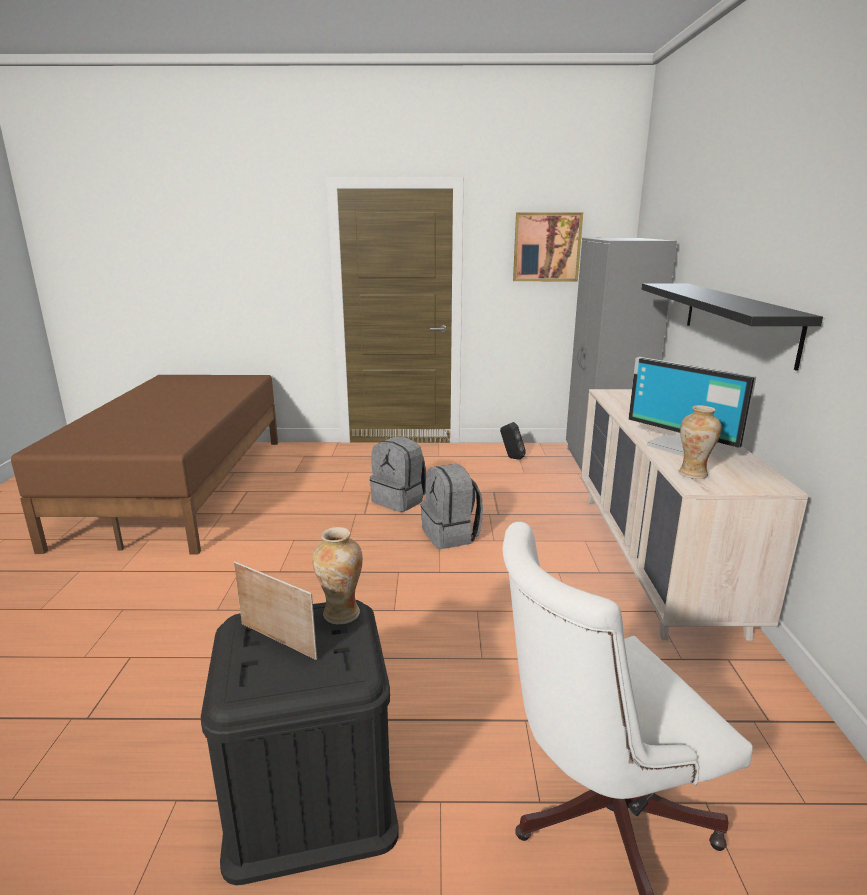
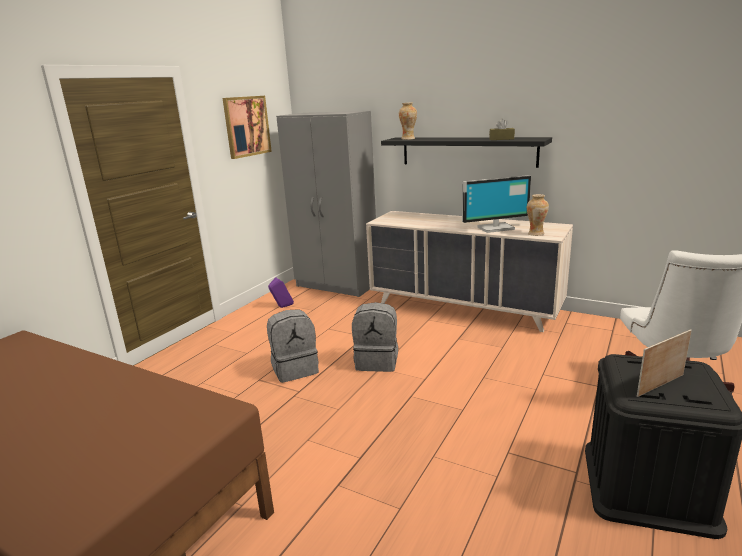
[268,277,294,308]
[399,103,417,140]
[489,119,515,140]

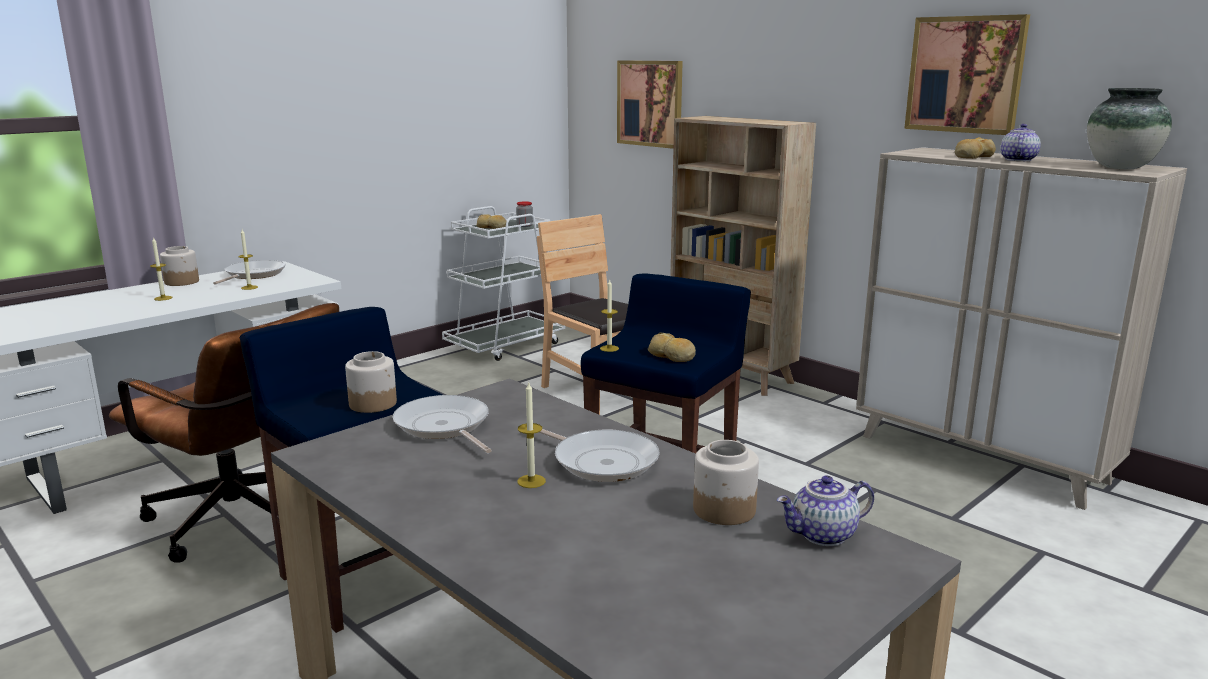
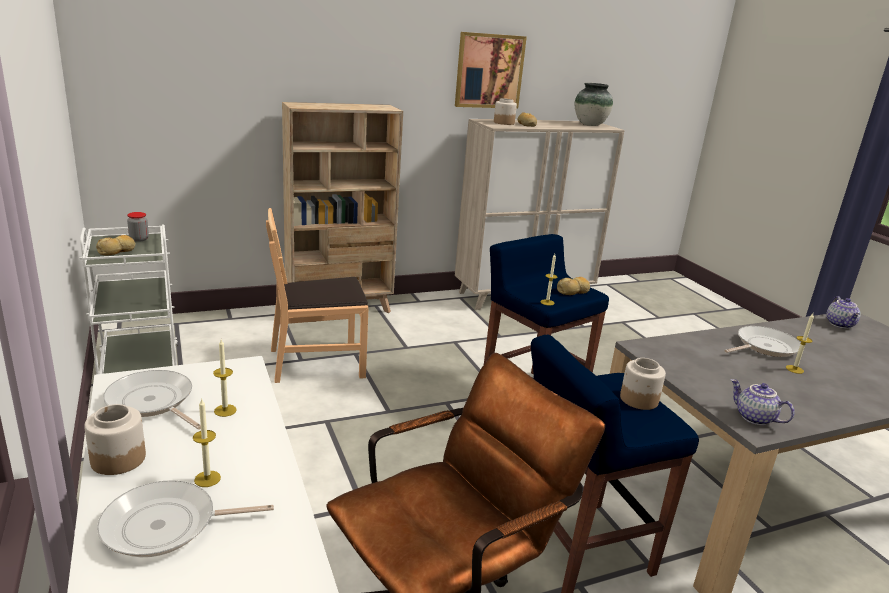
[97,480,274,557]
[494,98,517,125]
[731,379,794,425]
[617,60,683,149] (first image)

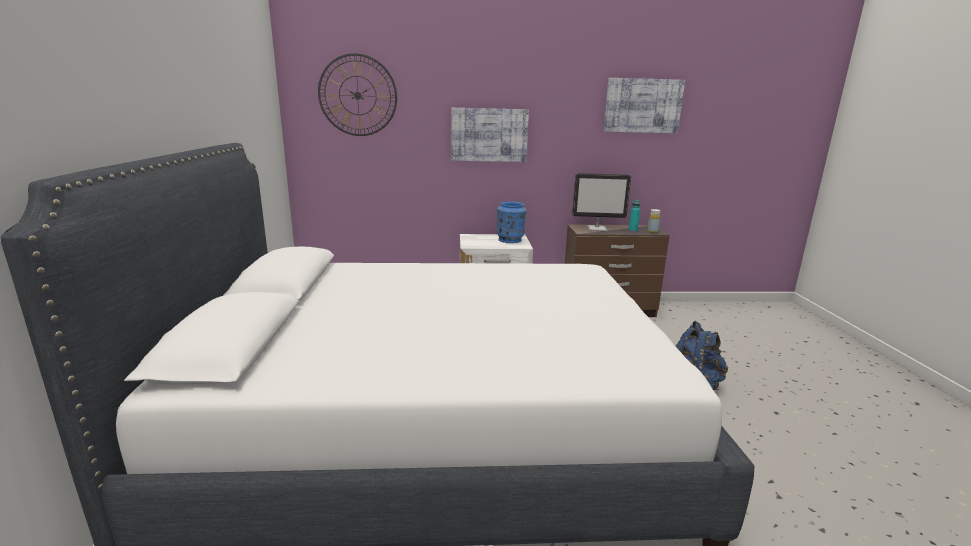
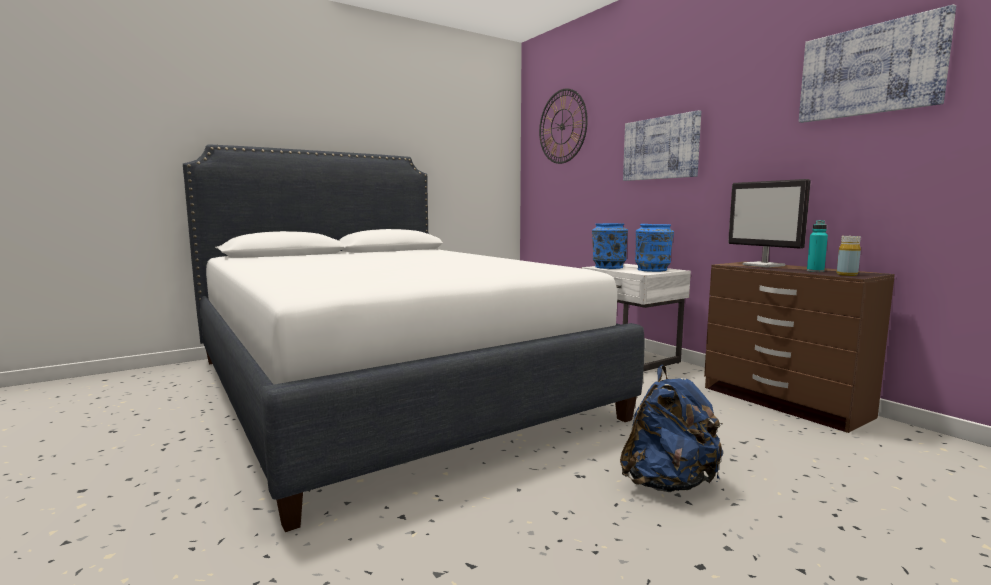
[592,223,628,269]

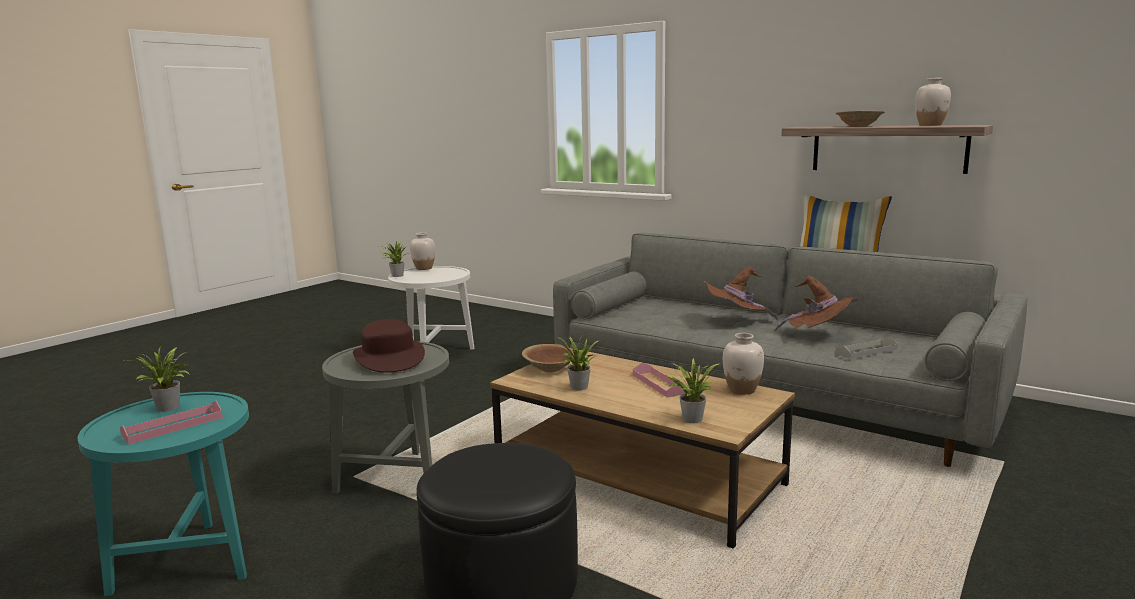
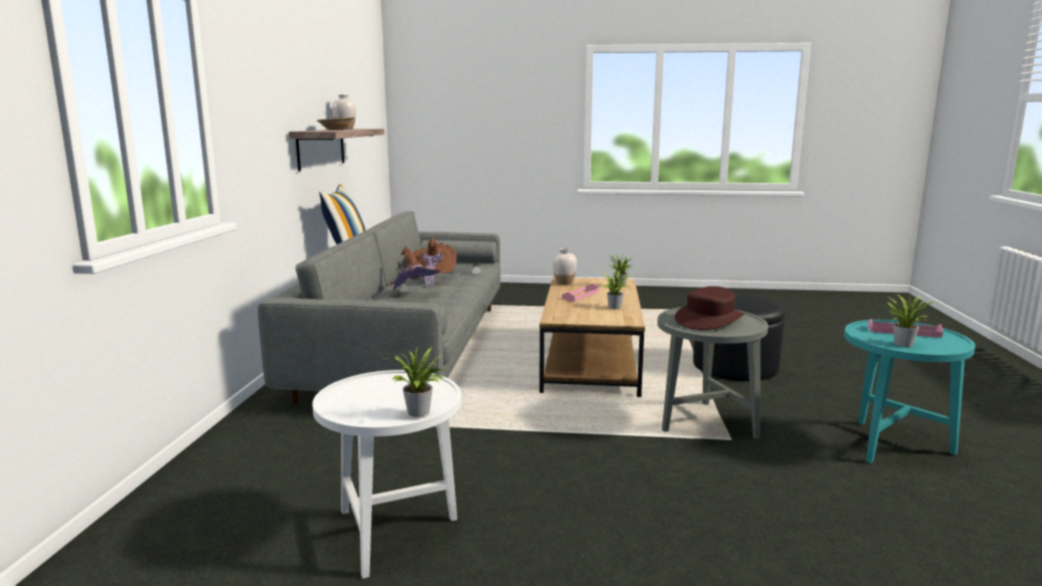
[410,232,435,270] (first image)
[522,344,574,372] (first image)

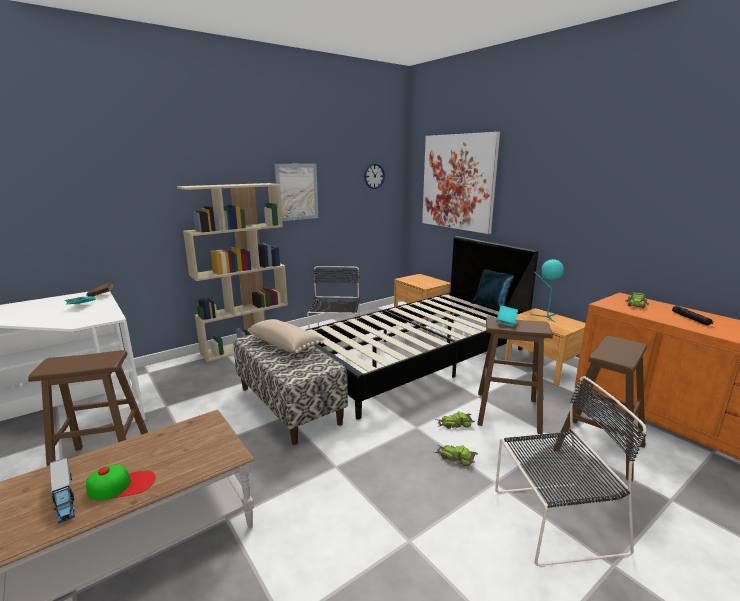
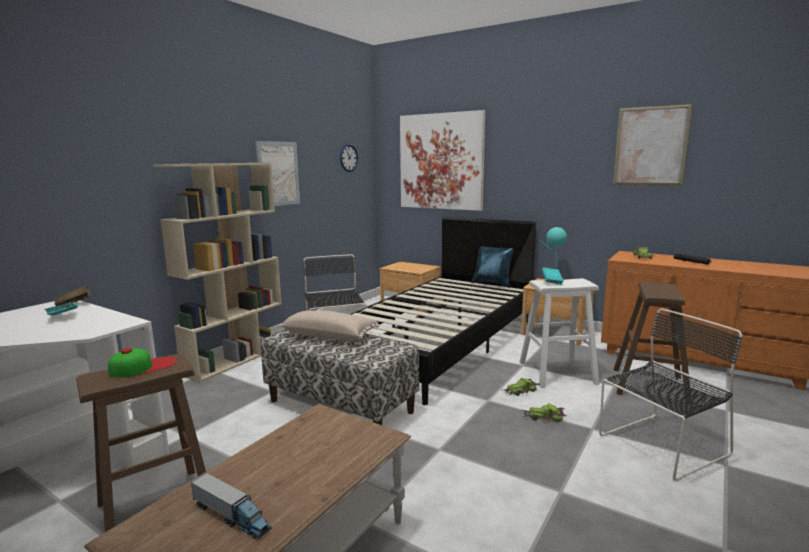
[108,348,177,378]
[520,278,599,388]
[613,104,693,186]

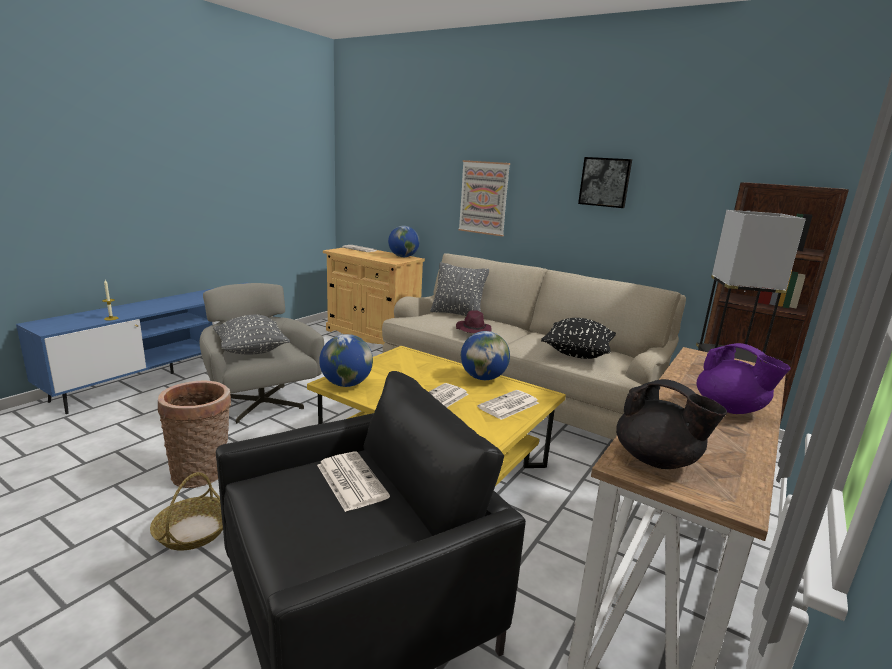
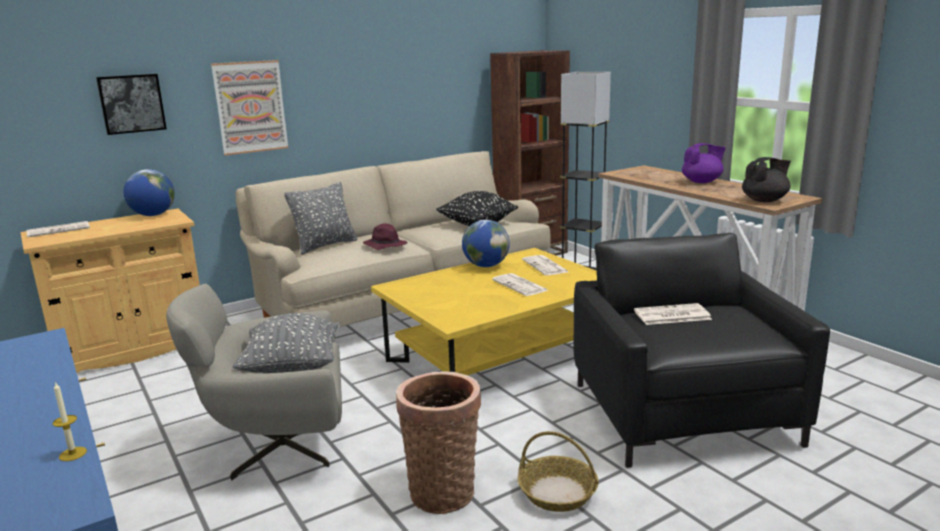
[96,74,167,135]
[319,334,373,387] (first image)

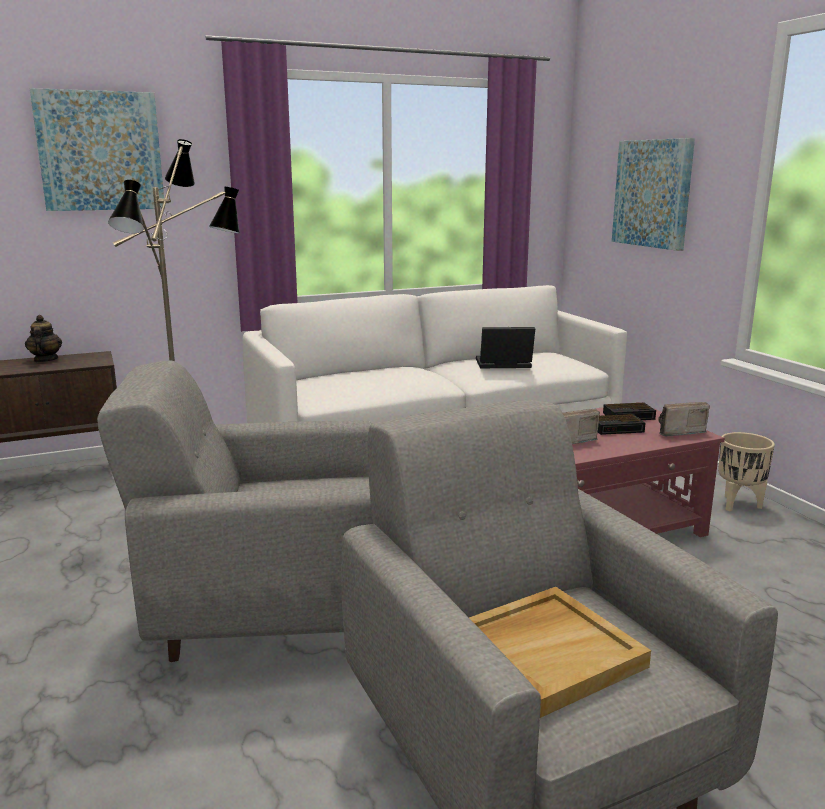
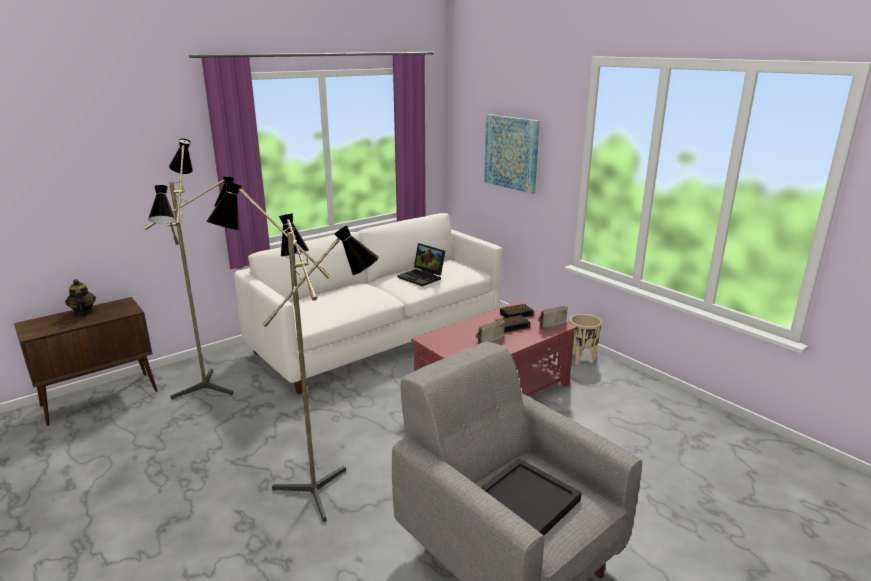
[206,181,379,522]
[397,243,445,287]
[480,458,582,536]
[30,88,164,211] (first image)

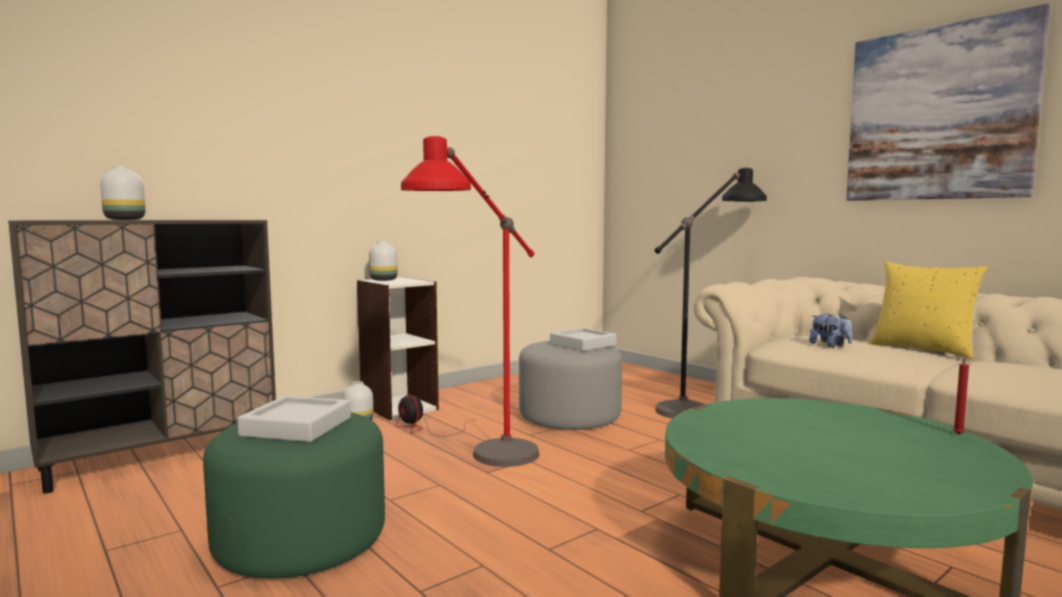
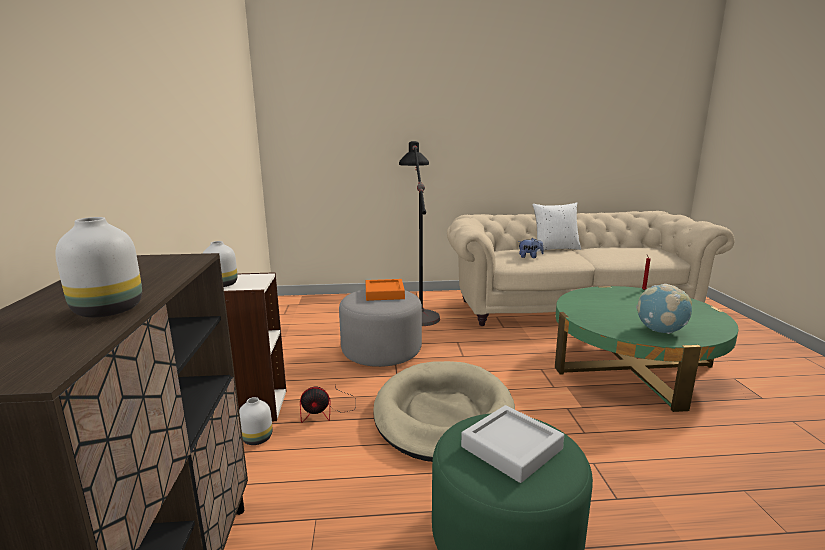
[366,279,405,301]
[373,361,515,462]
[532,202,581,251]
[636,284,692,334]
[846,4,1050,201] (first image)

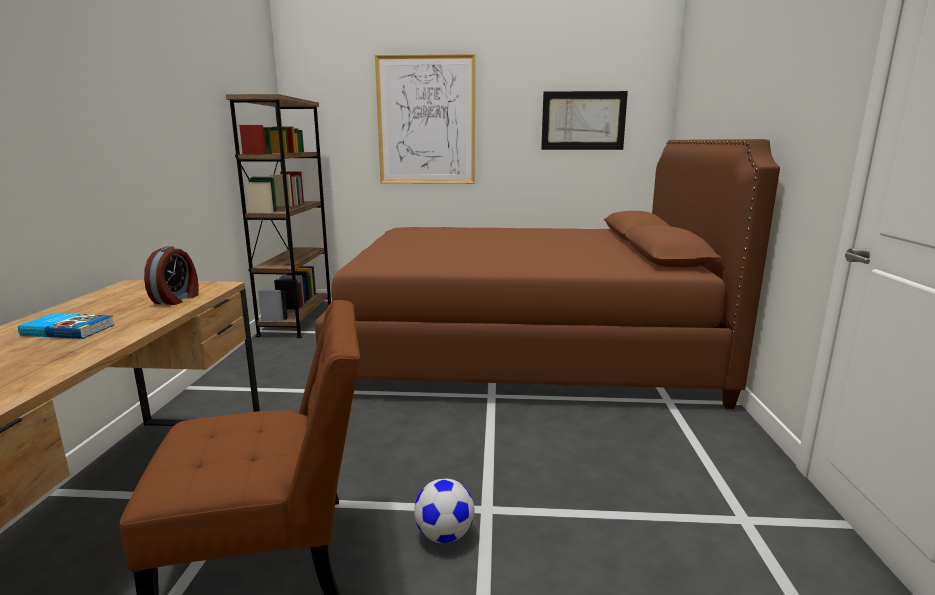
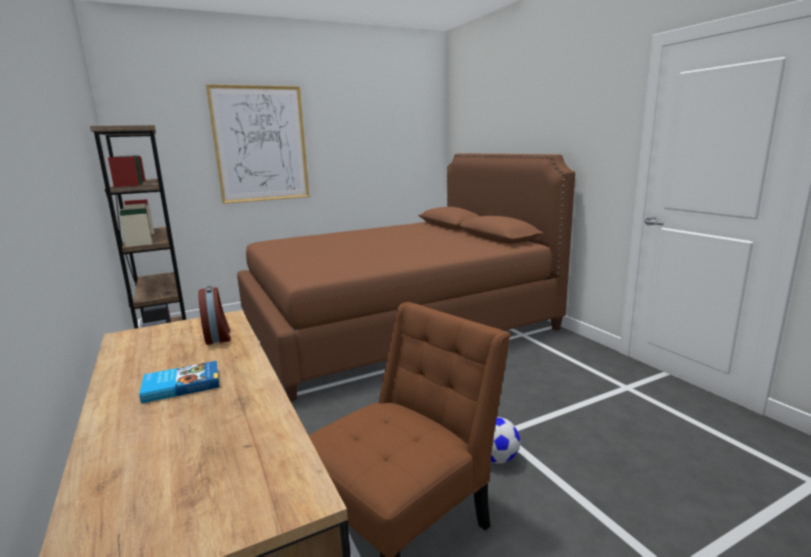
[541,91,628,150] (first image)

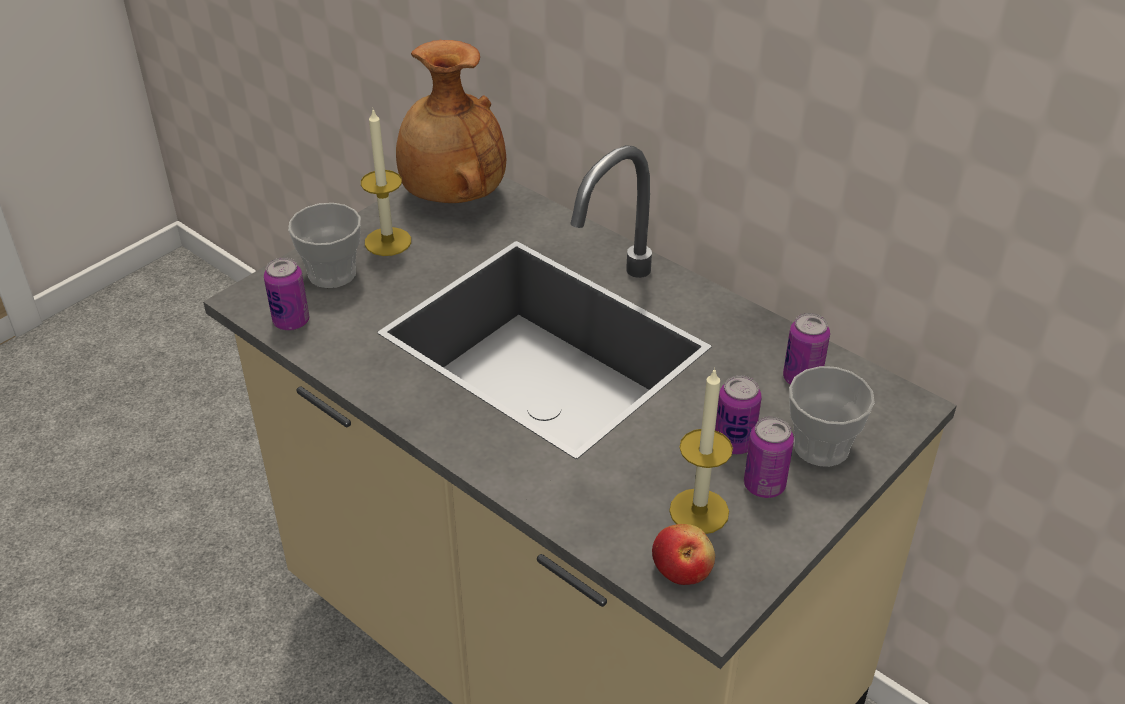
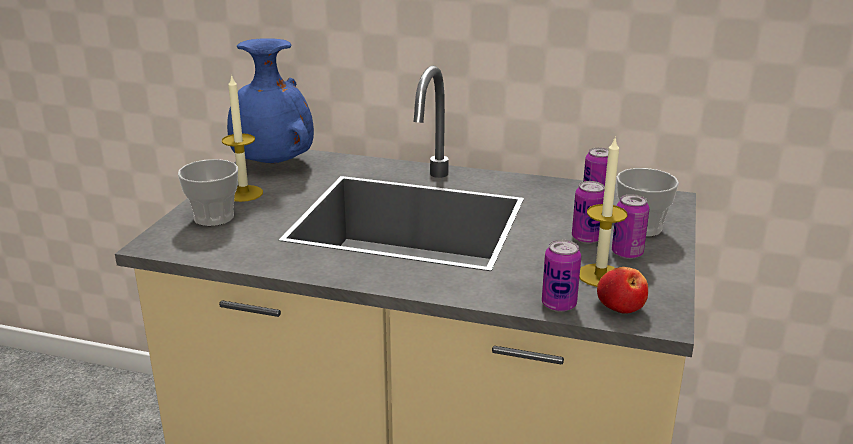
[227,38,314,164]
[542,240,581,312]

